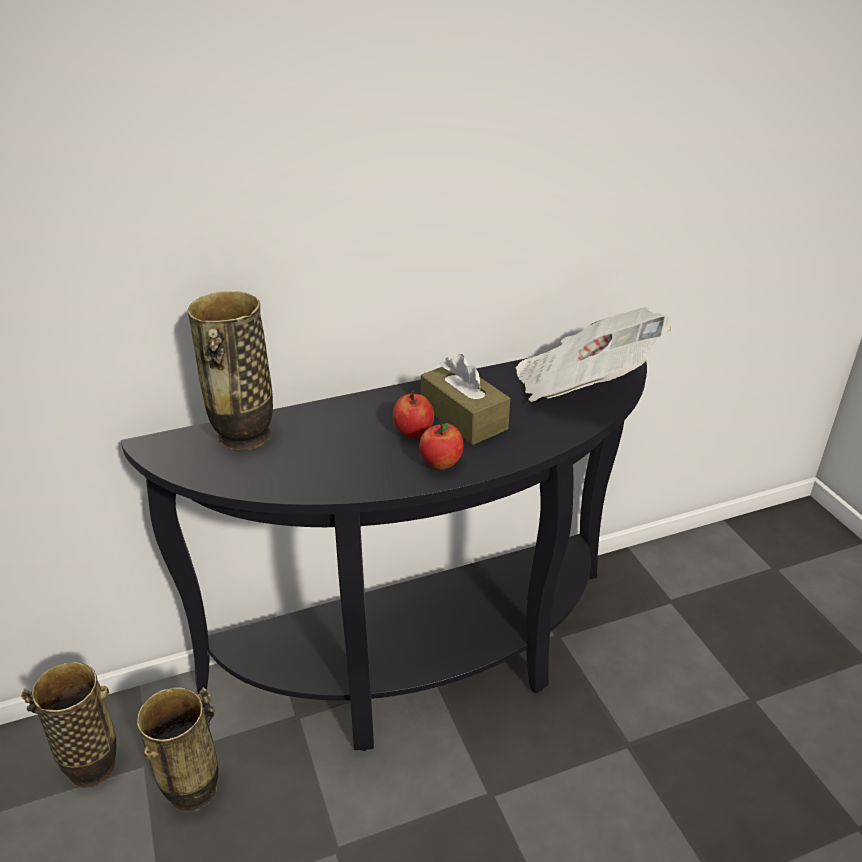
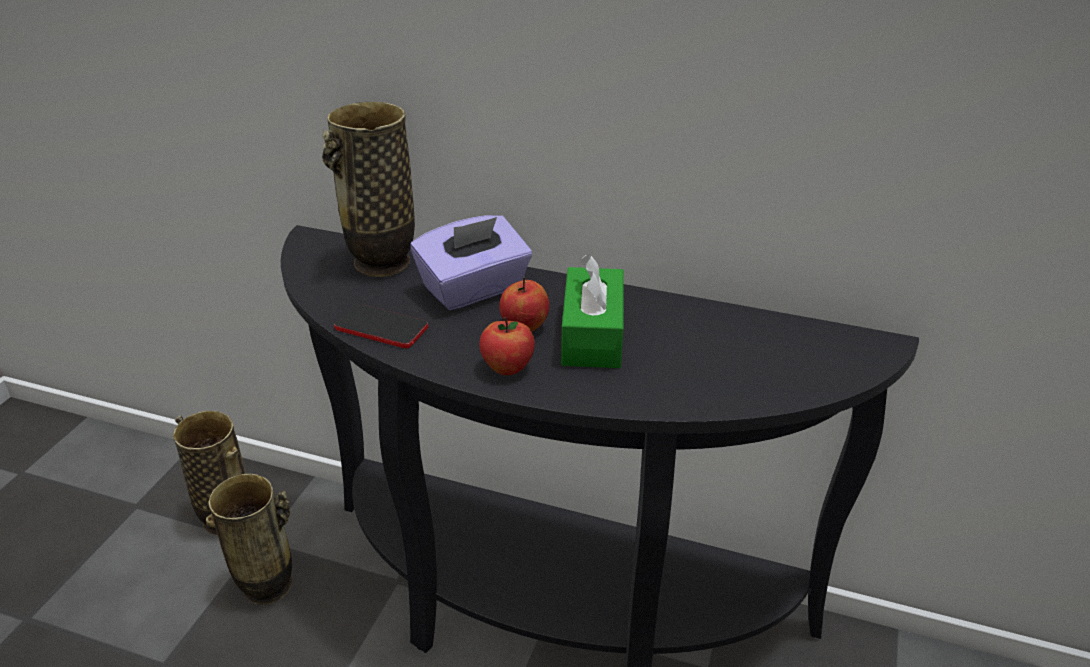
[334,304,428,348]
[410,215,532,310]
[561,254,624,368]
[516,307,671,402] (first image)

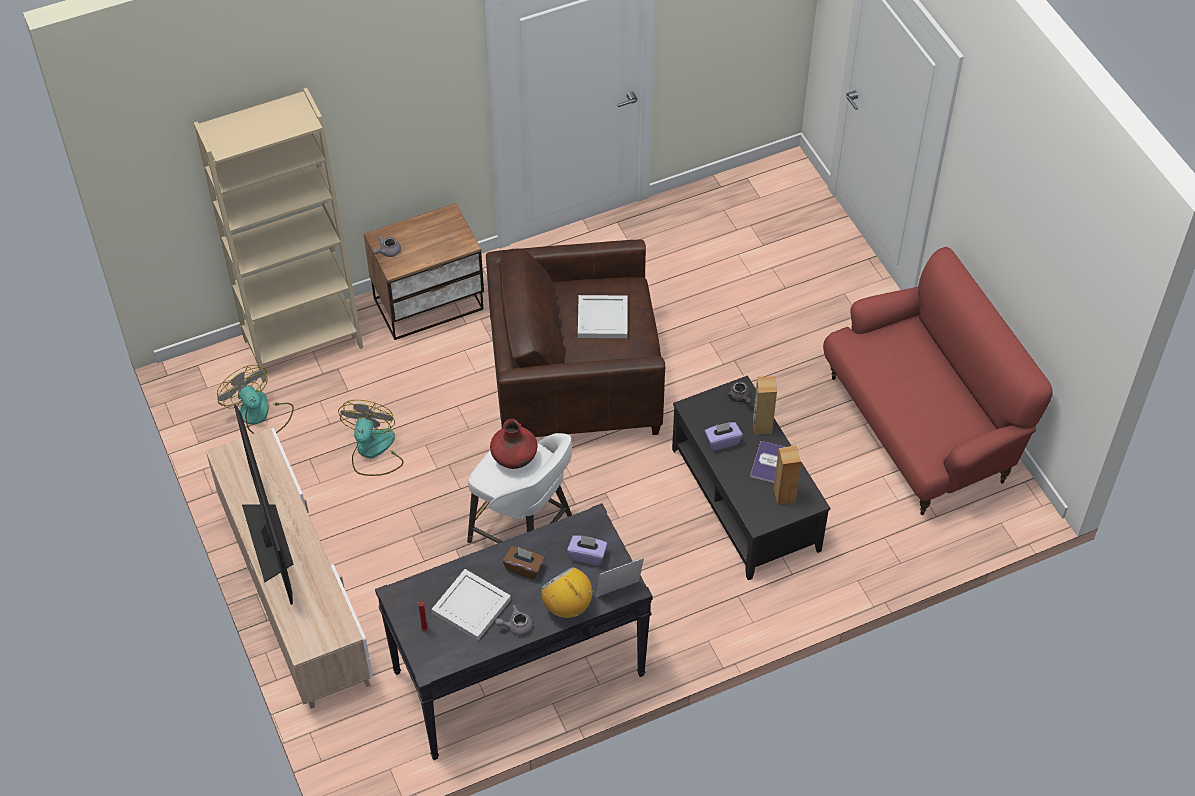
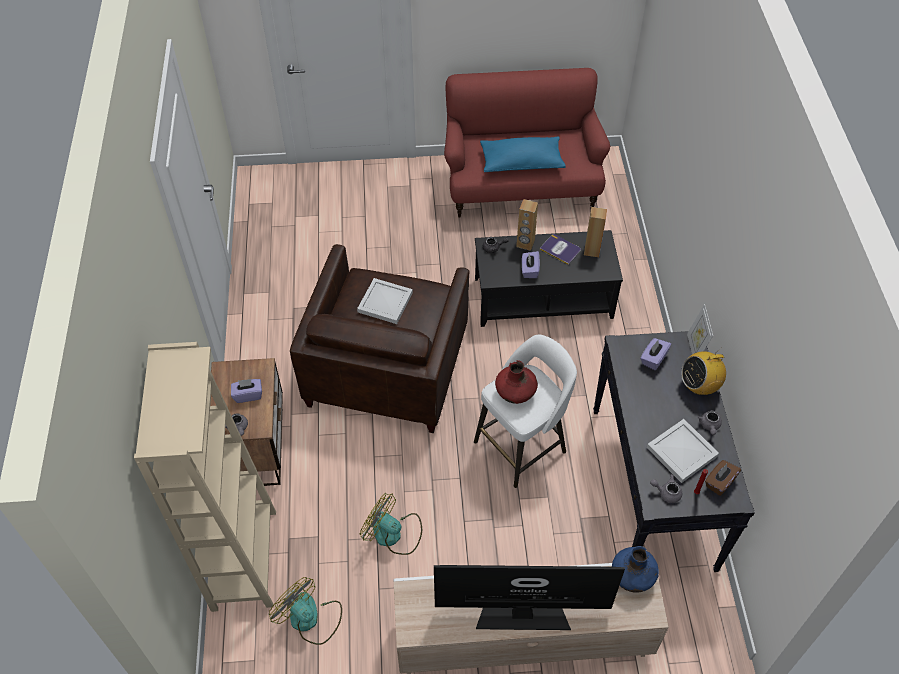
[231,379,262,403]
[269,577,342,645]
[480,136,566,172]
[612,546,659,593]
[650,474,682,503]
[705,460,741,496]

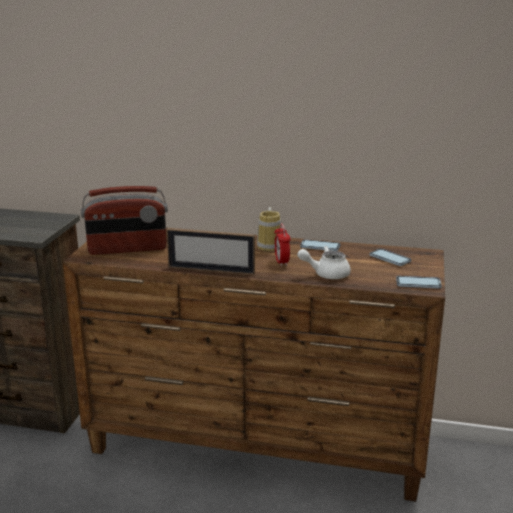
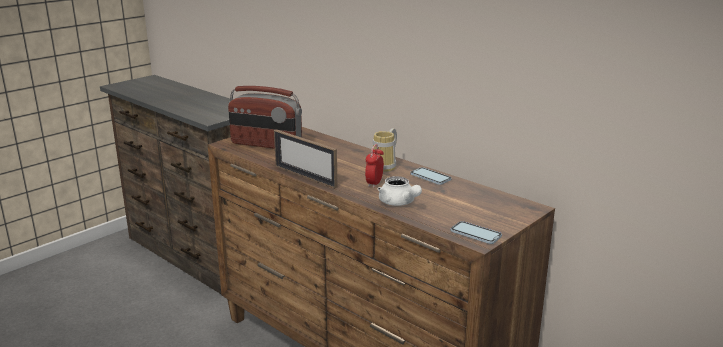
[378,176,422,206]
[369,249,411,266] (first image)

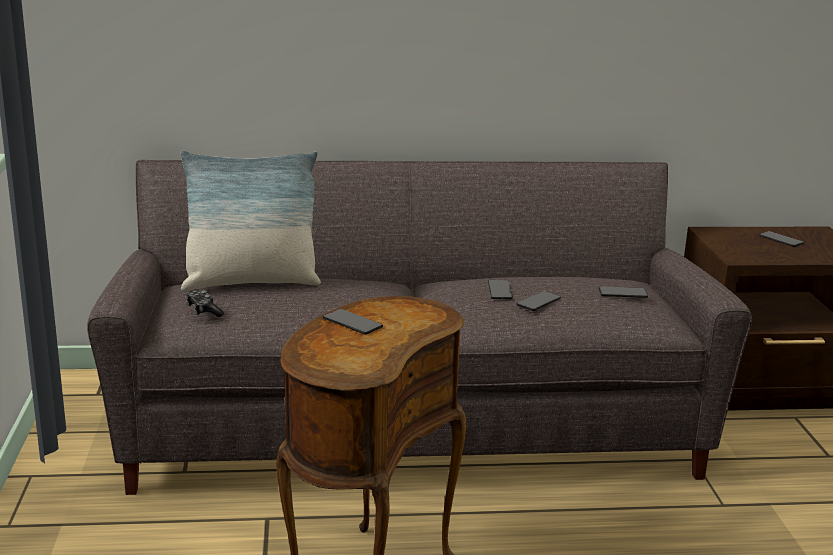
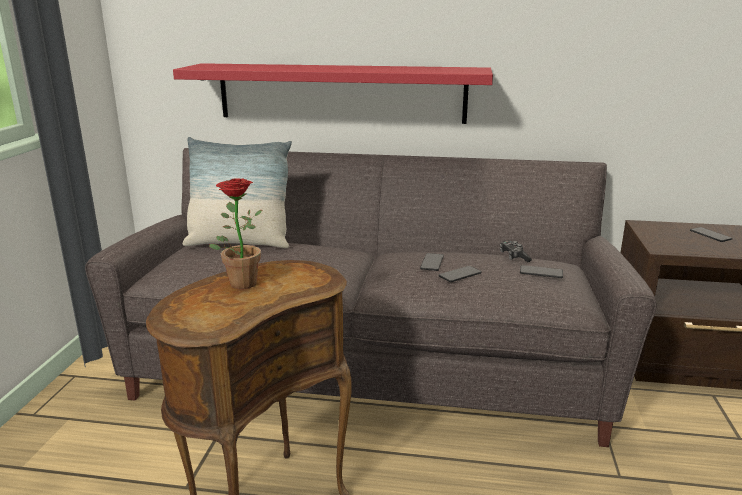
[173,63,493,124]
[209,178,262,289]
[500,240,532,262]

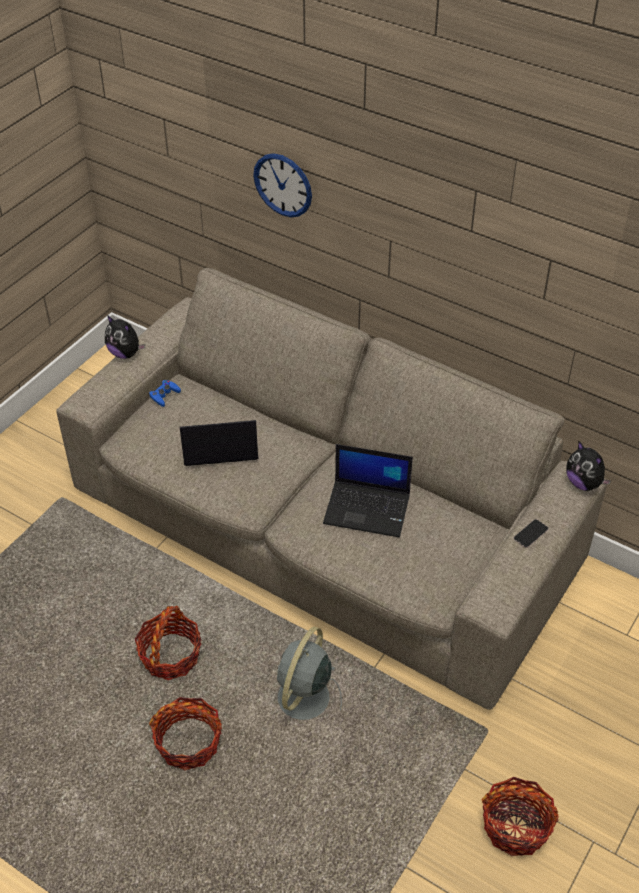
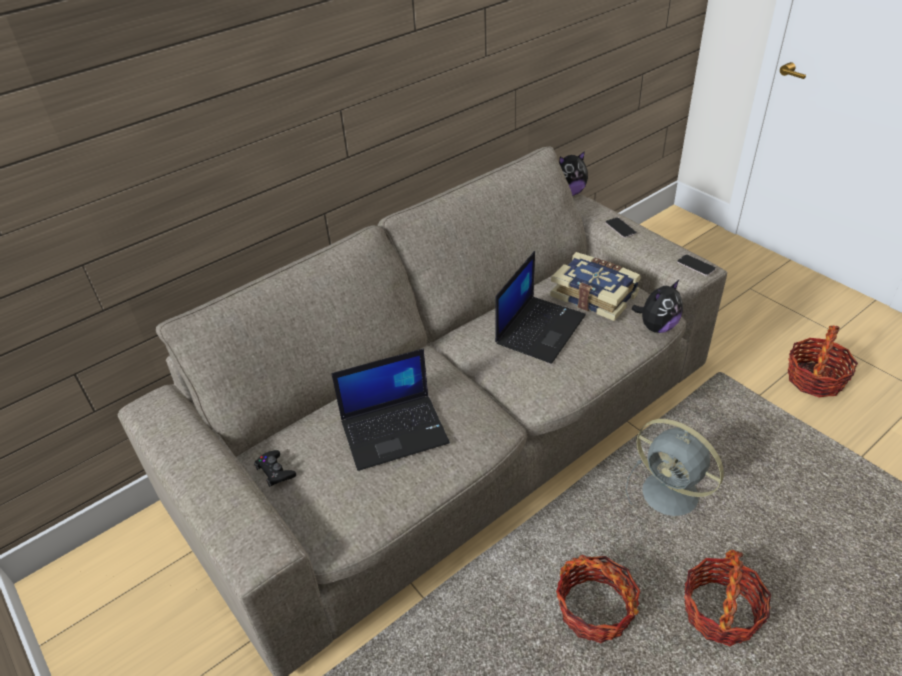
[254,450,296,487]
[331,349,450,471]
[550,252,641,321]
[632,280,683,333]
[677,254,716,276]
[253,153,312,217] (first image)

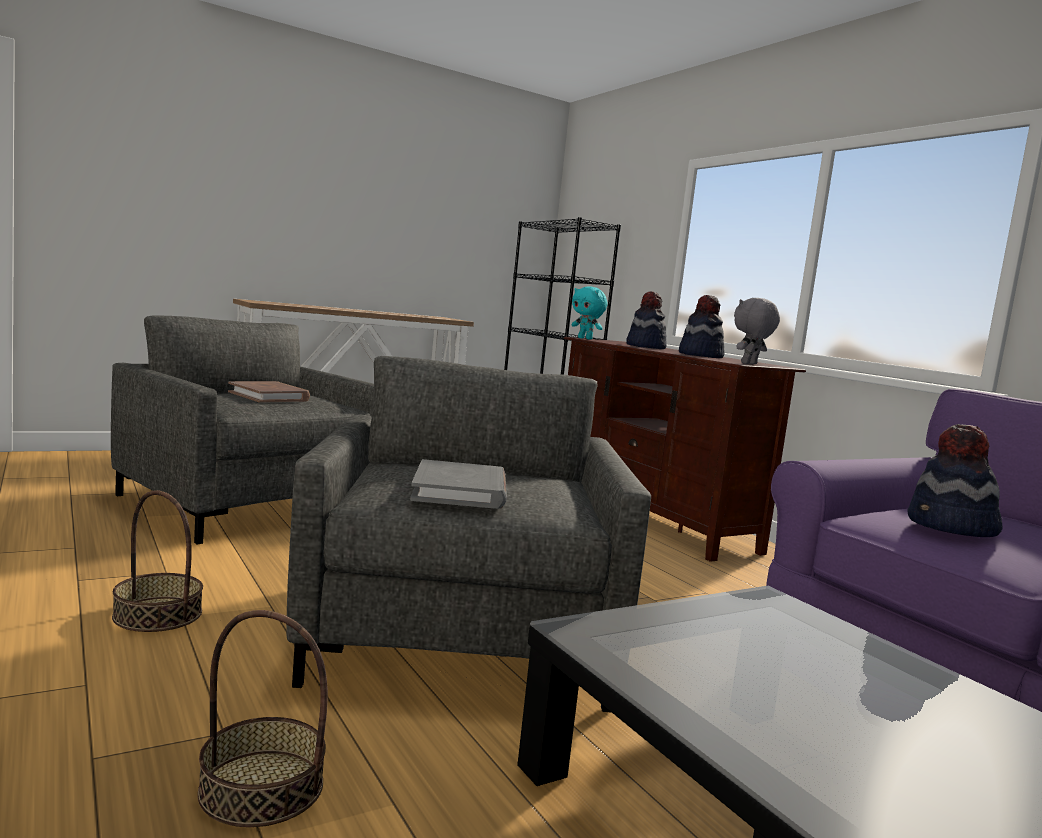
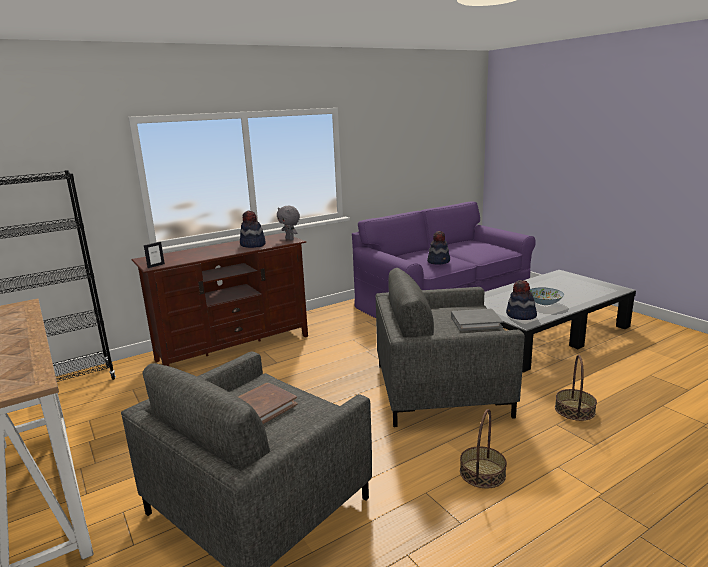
[144,242,165,268]
[506,280,537,320]
[530,287,564,305]

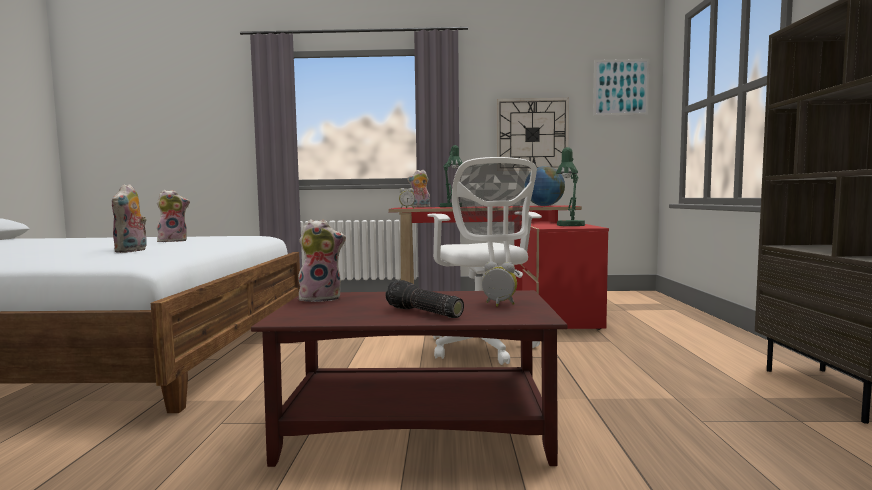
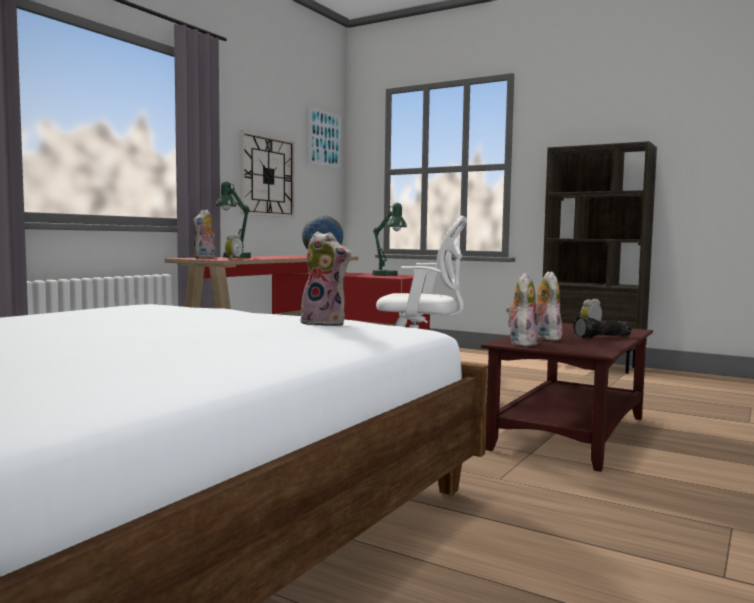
[536,271,562,341]

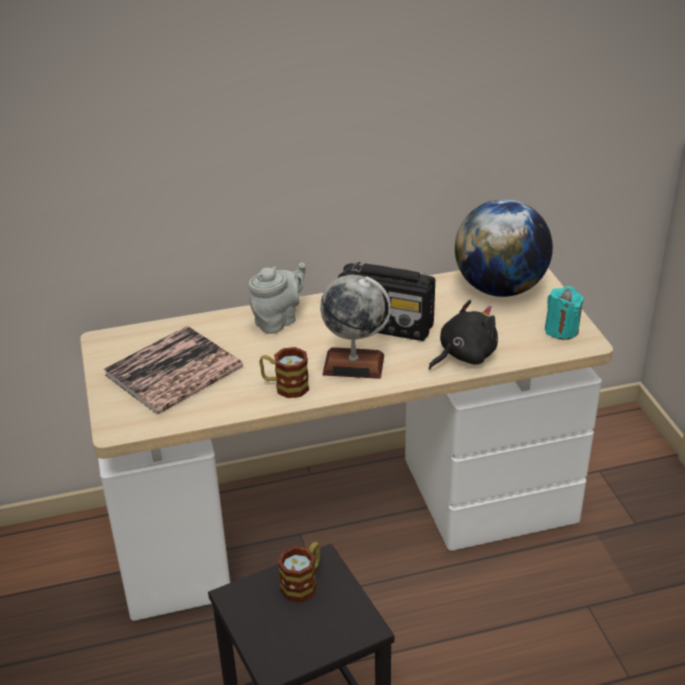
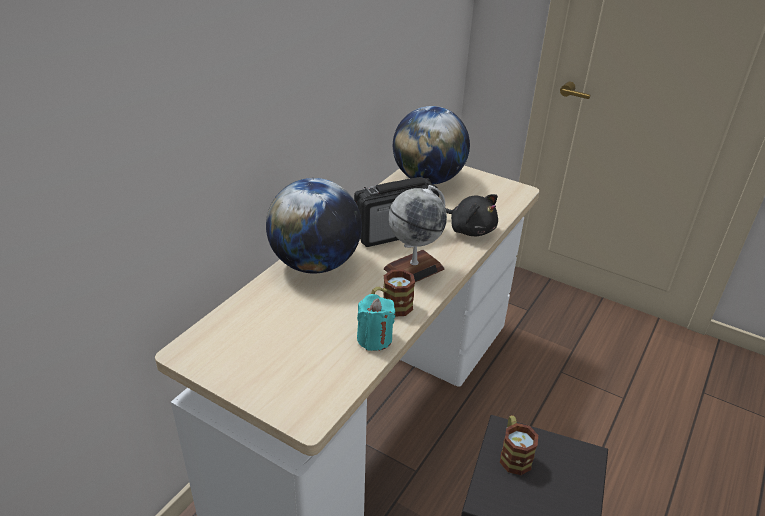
[266,178,362,273]
[357,294,396,351]
[445,194,498,236]
[104,326,243,415] (first image)

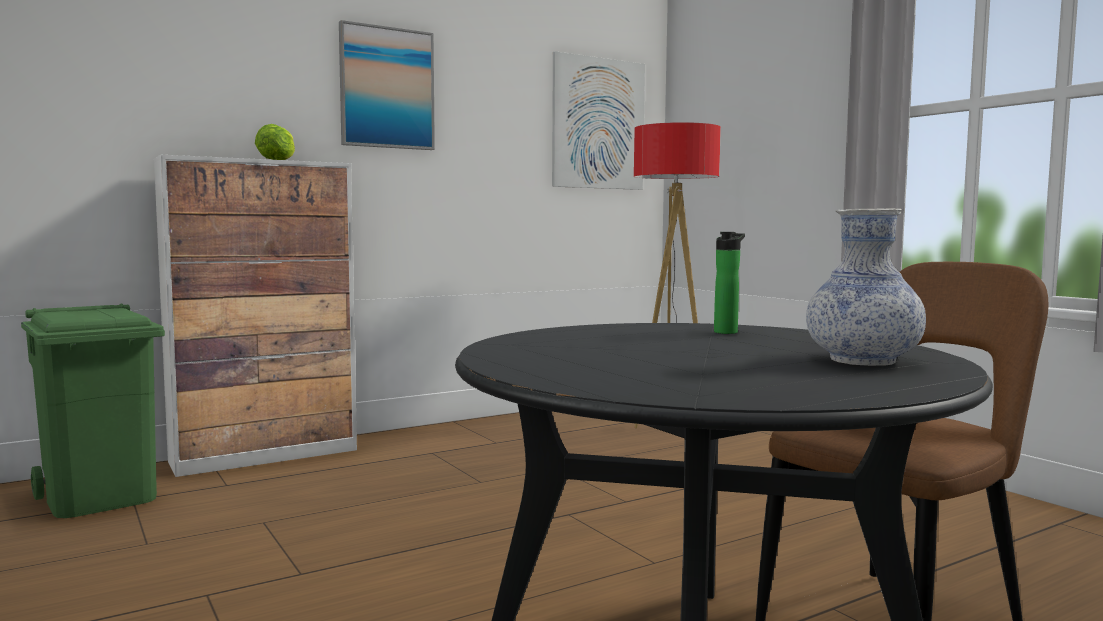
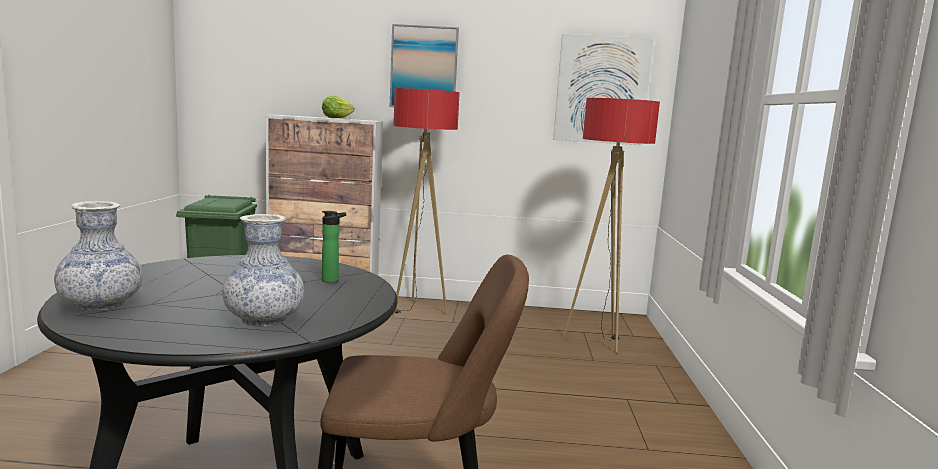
[54,201,143,311]
[392,88,460,317]

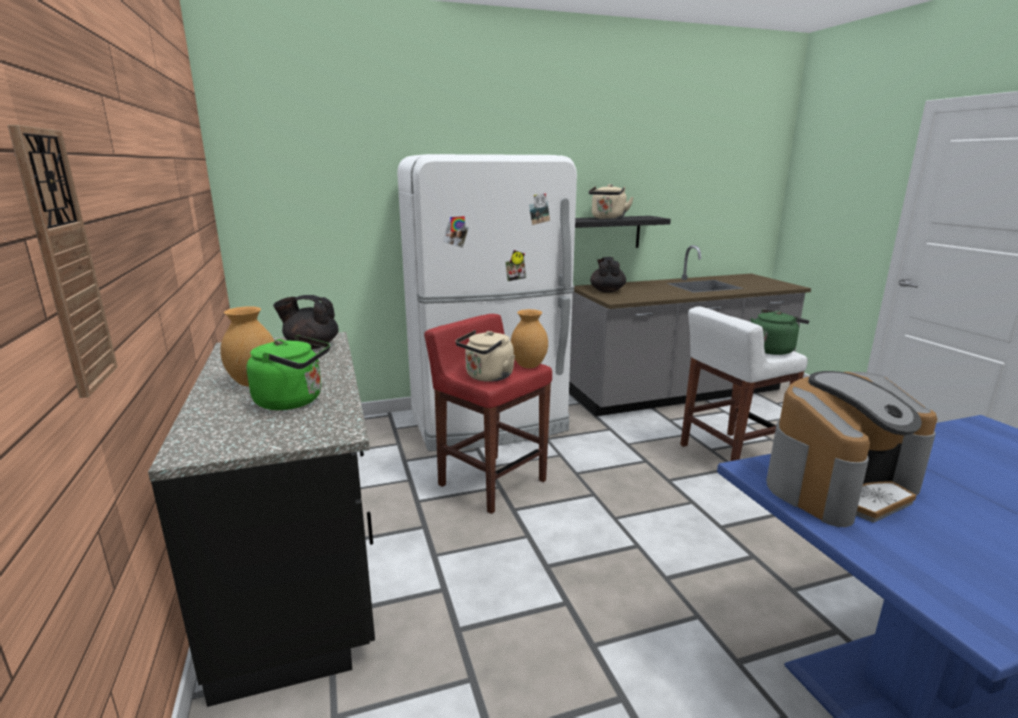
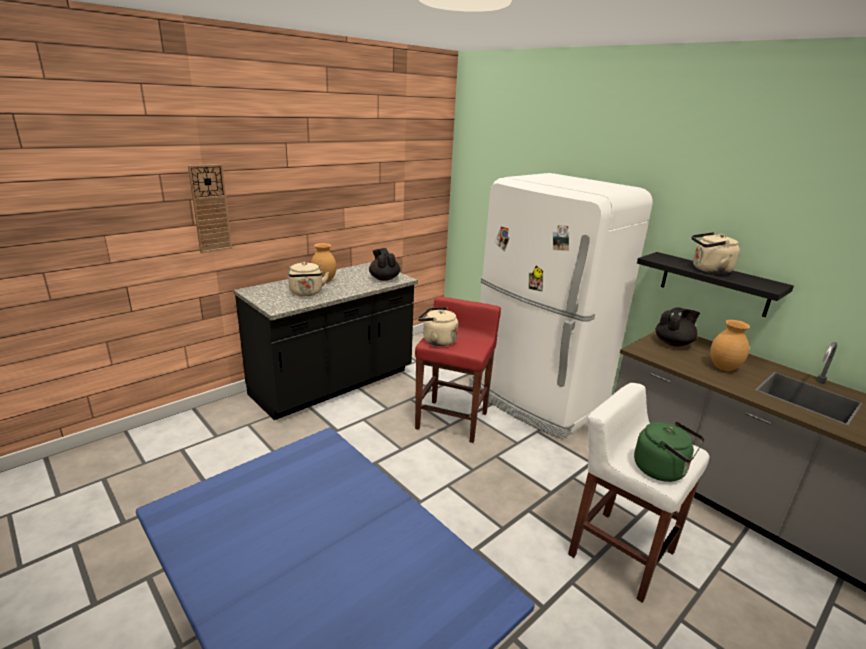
[288,262,329,296]
[710,320,750,371]
[766,371,937,527] (first image)

